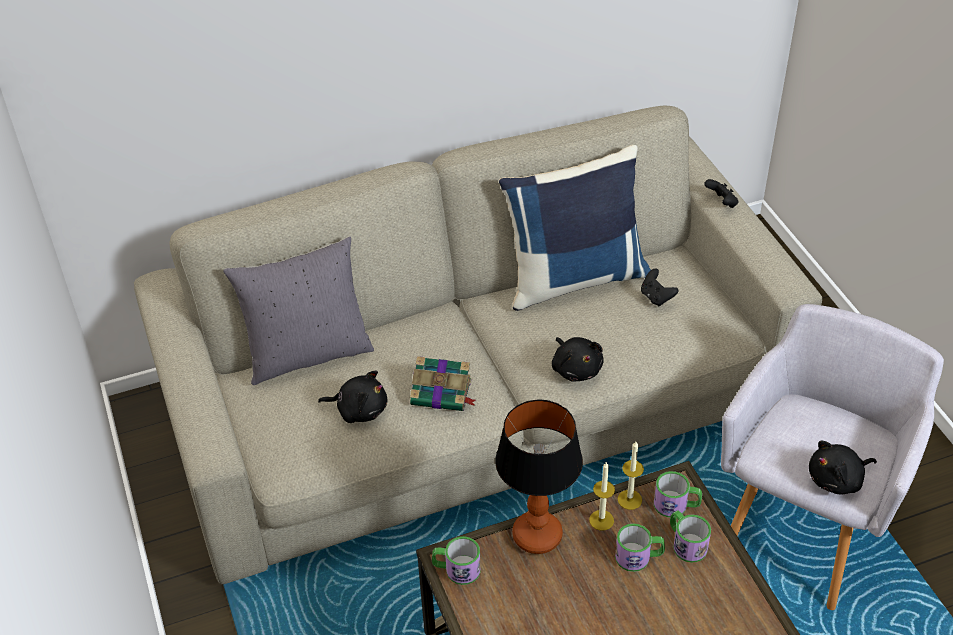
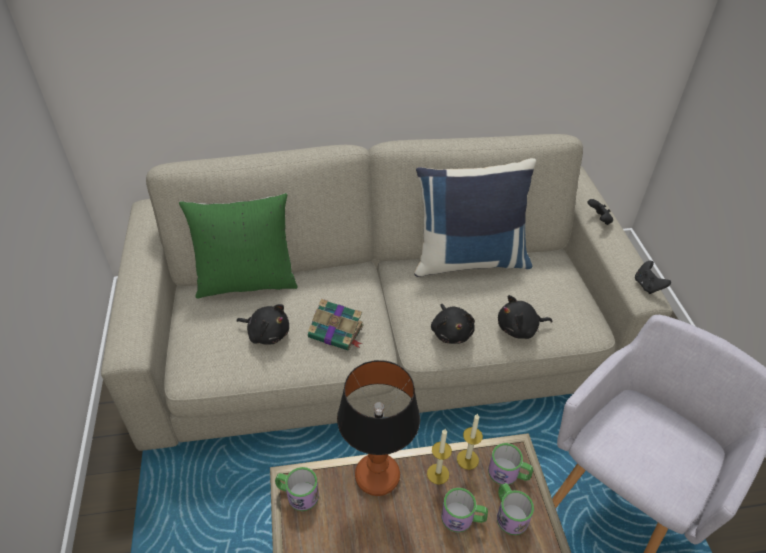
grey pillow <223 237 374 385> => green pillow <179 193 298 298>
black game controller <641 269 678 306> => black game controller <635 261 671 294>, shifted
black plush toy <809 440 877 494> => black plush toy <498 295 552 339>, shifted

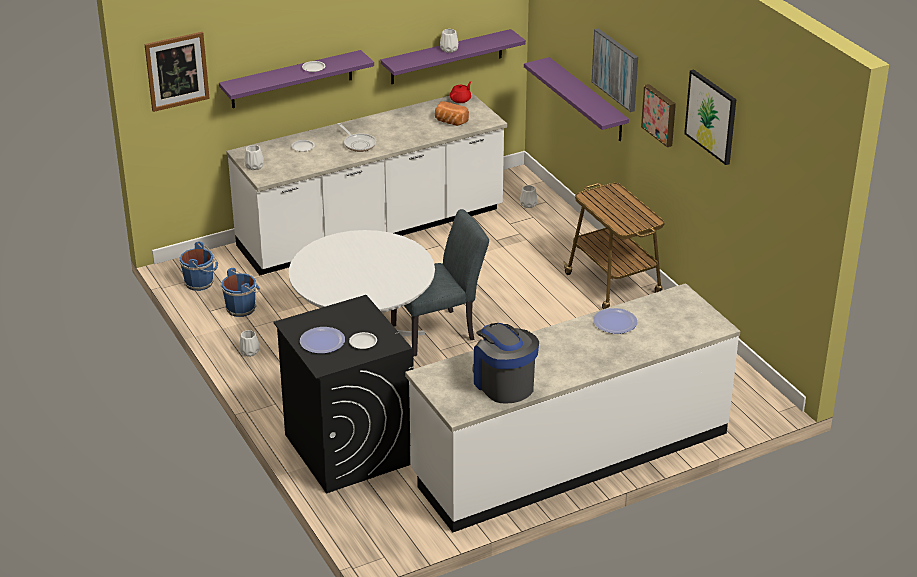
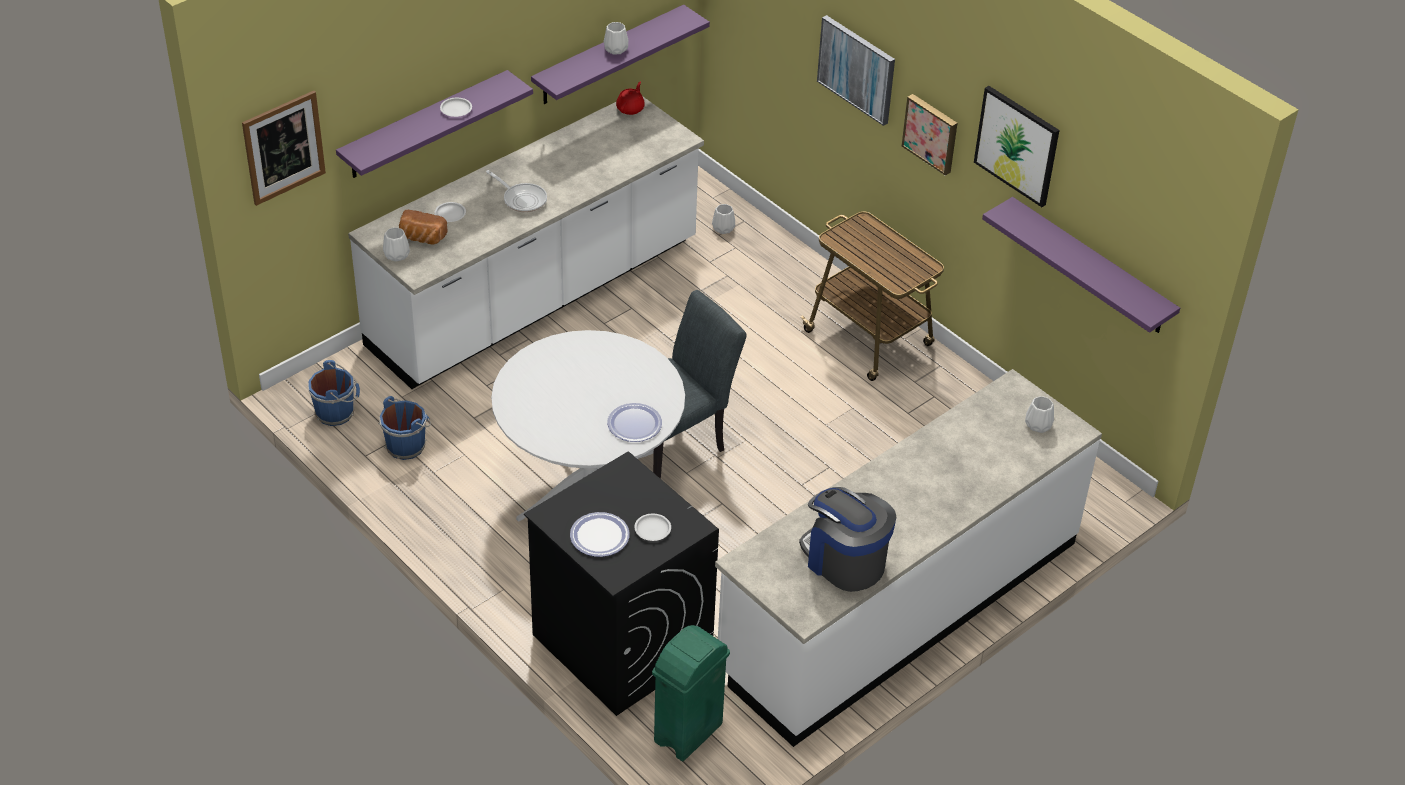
white vase <239 330 259 357> => white vase <1025 396 1054 433>, shifted
bread <435 101 469 126> => bread <399 210 447 245>, shifted
purple shelf <524 57 629 141> => purple shelf <982 197 1180 333>, shifted
plate <593 308 638 334> => plate <607 403 662 442>, shifted
nothing => green trash can <652 625 730 761>

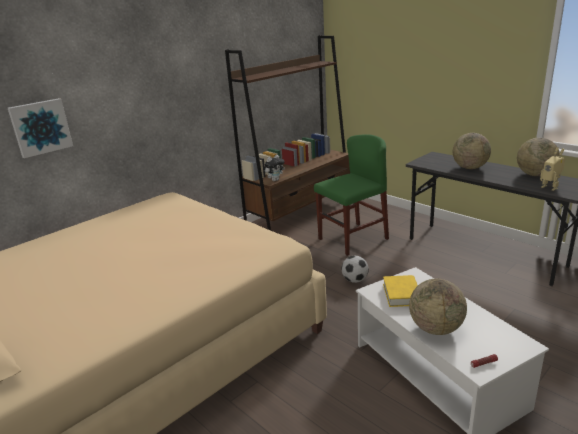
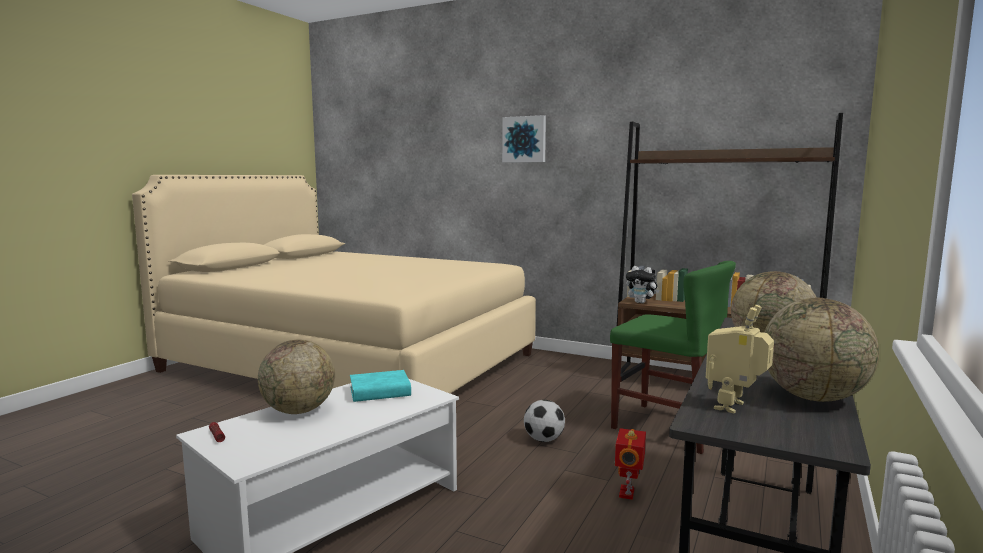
picture <8 98 73 158> => picture <502 115 546 163>, shifted
yellow book <383 275 418 307> => turquoise book <350 370 411 402>
nothing => toy robot <615 428 646 500>

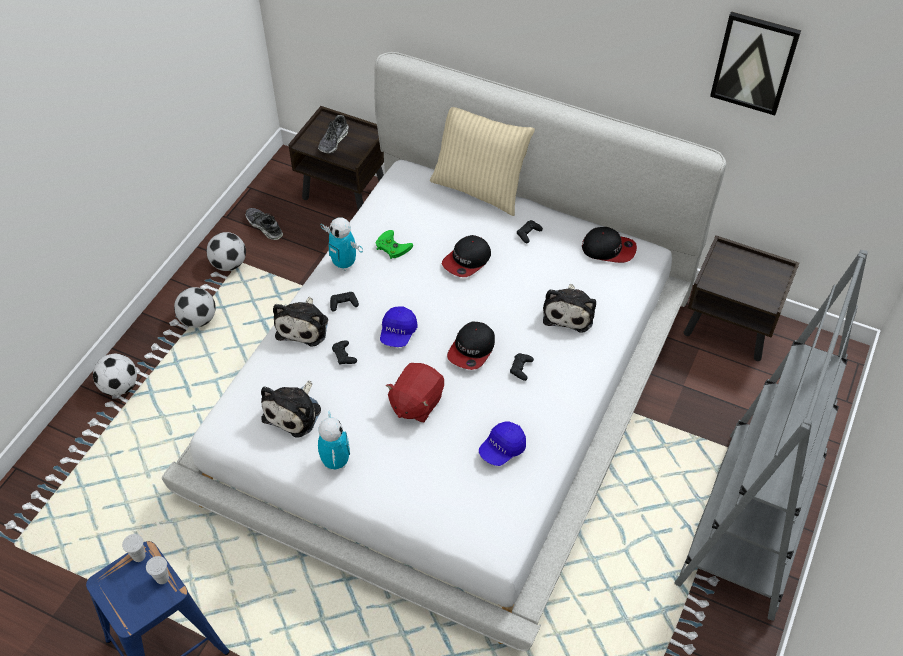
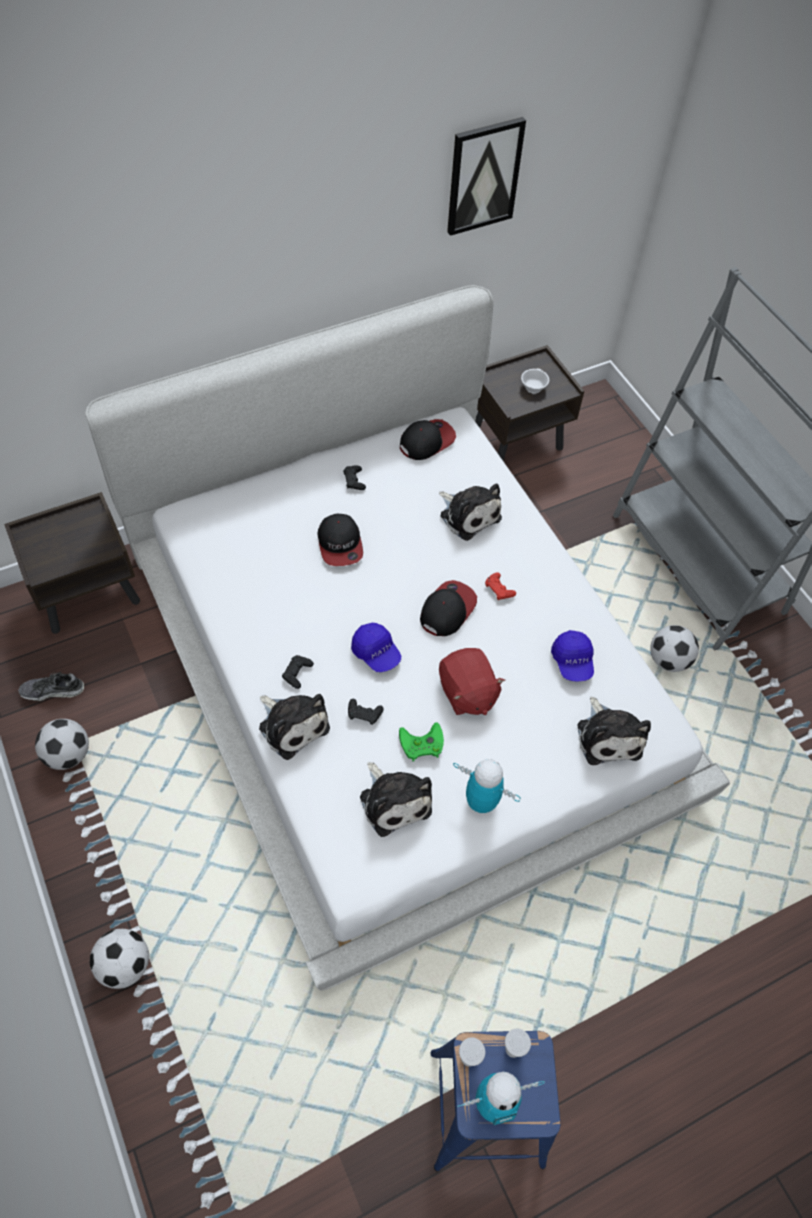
football <174 287 216 328> => football <650 625 699 672>, shifted
shoe <318 115 348 154> => nothing
toy robot <320 218 363 271> => toy robot <457 1072 545 1125>, shifted
green game controller <376 230 413 259> => green game controller <399 722 444 761>, shifted
beige pillow <430 107 535 216> => nothing
cap <447 322 495 370> => cap <420 580 477 636>, 120 degrees counterclockwise
black game controller <510 353 534 381> => red game controller <485 572 516 600>
nothing => white cup <521 368 549 393>
nothing => plush toy <577 697 651 765>

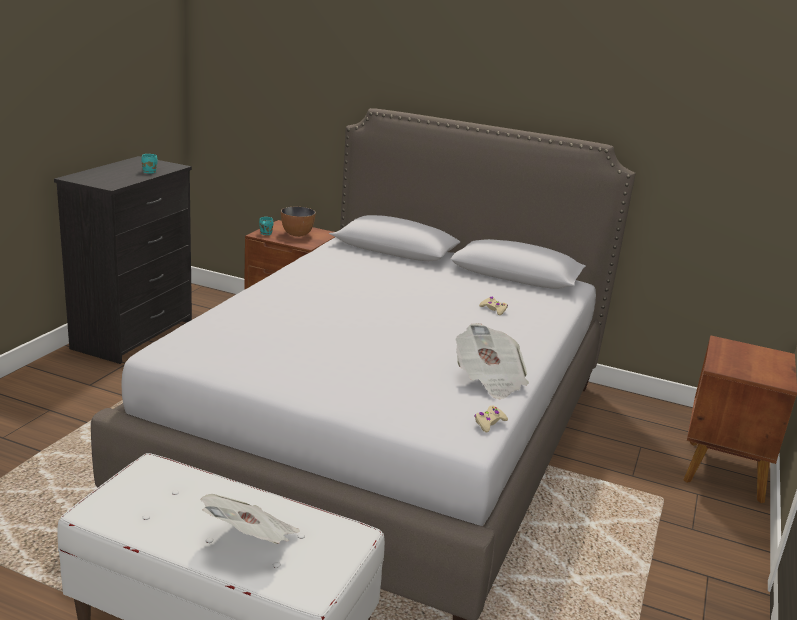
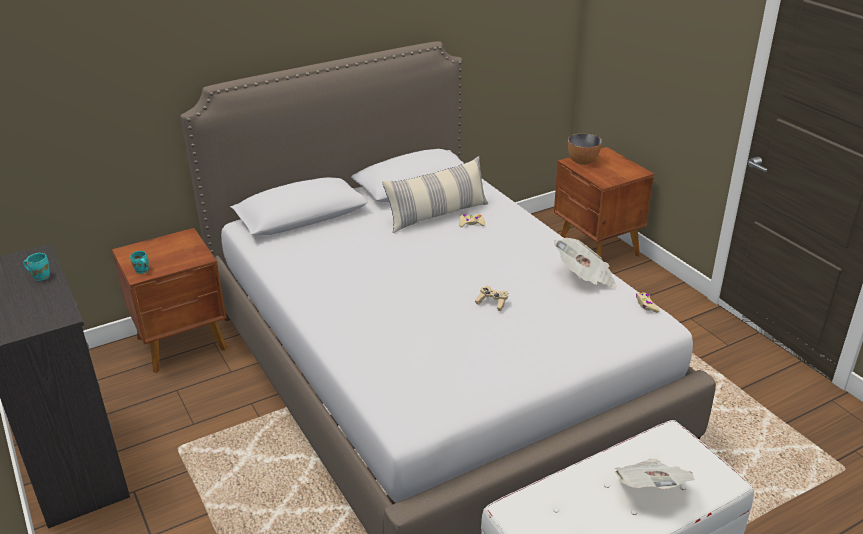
bowl <281 207 316 237> => bowl <568 133 602 165>, shifted
nothing => pillow <382 156 488 233>
nothing => beige game controller <475 286 508 311>

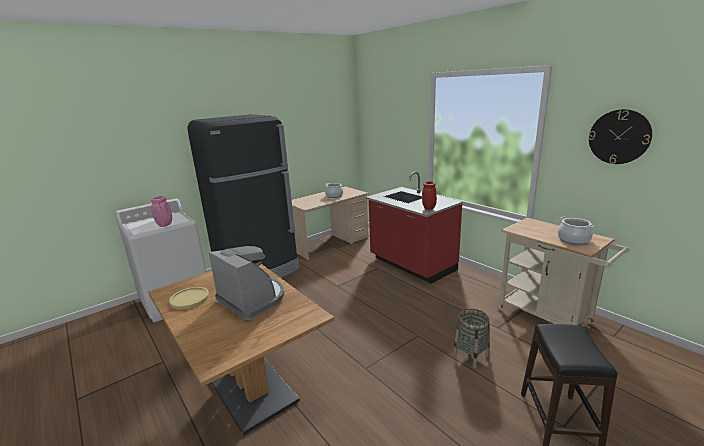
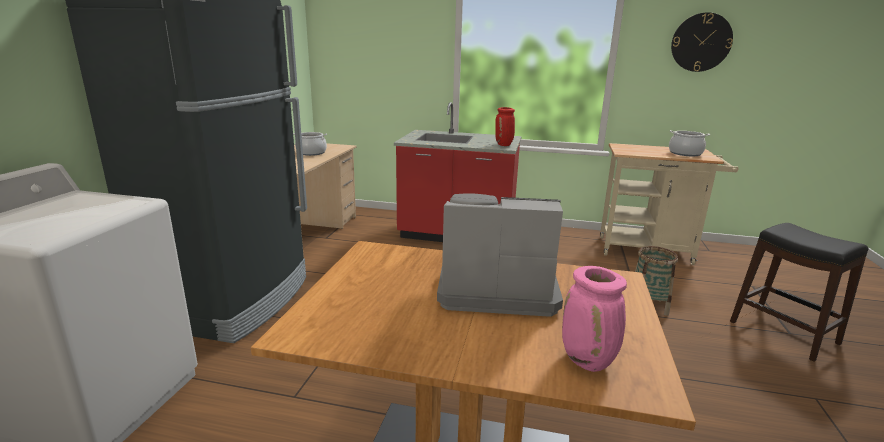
pink vase <151 196 172 227> => pink vase <562 266 627 372>, shifted
yellow plate <169 287 209 309> => nothing

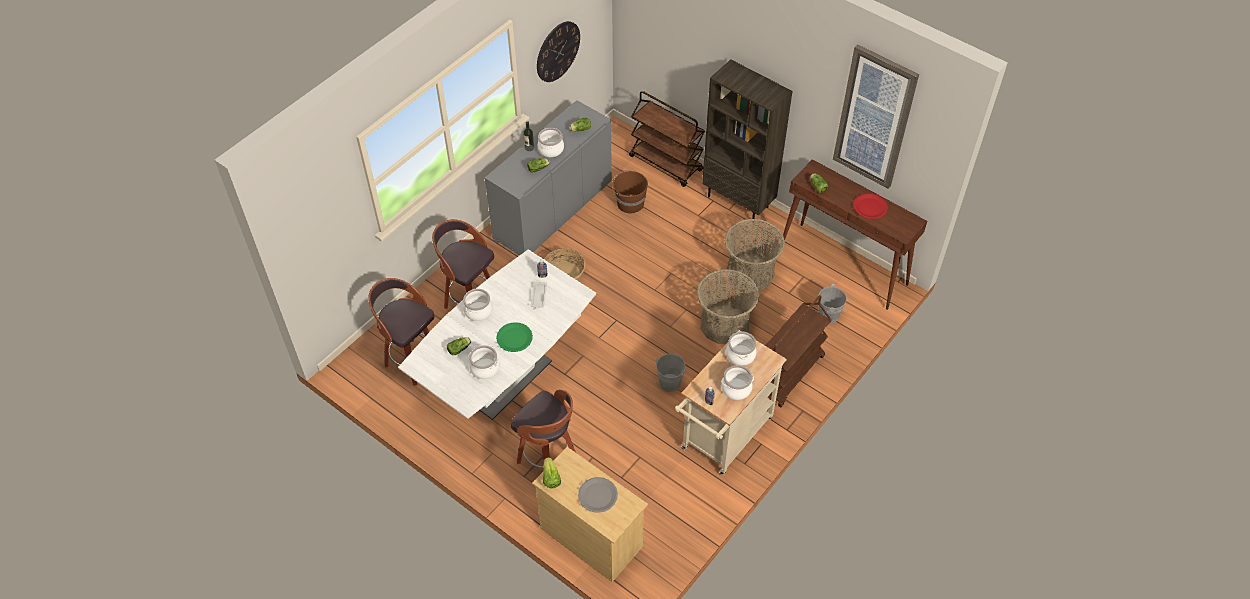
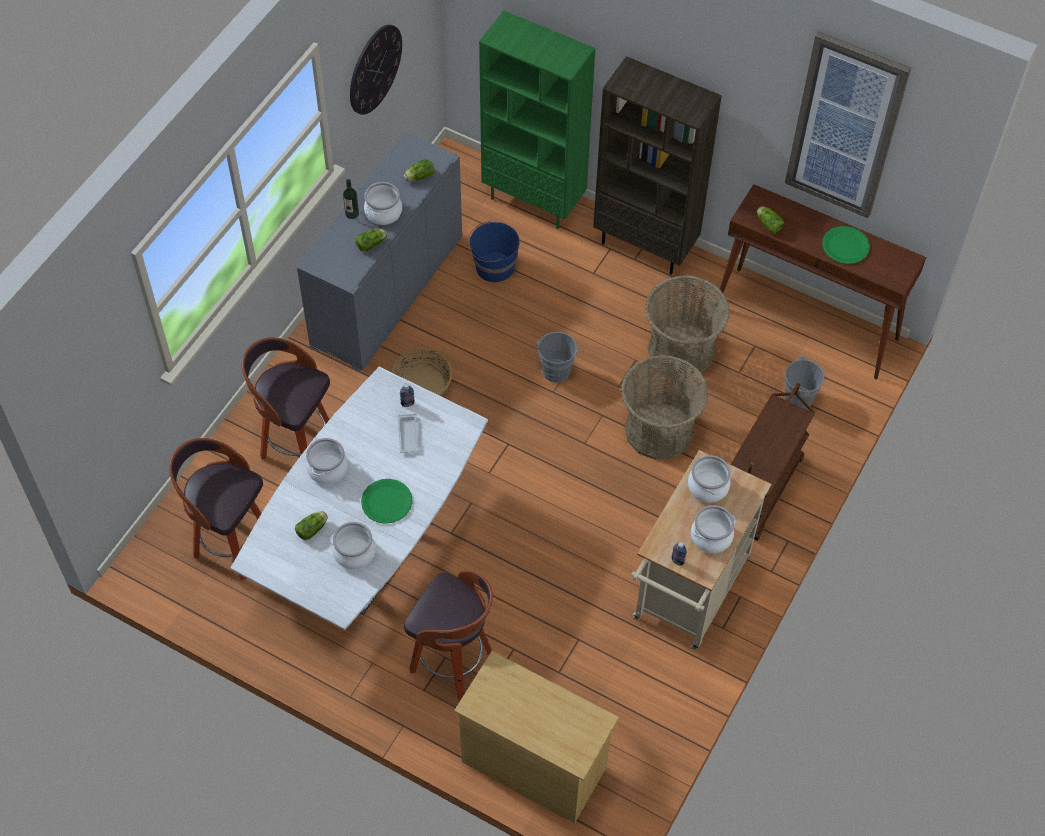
lettuce <543 457 561 489> => nothing
grey plate <578 477 618 513> => nothing
brown bucket <612 170 648 213> => blue bucket <468 221 520 282>
brown cart <629 91 705 187> => green bookcase <479 10 595 229>
grey bucket <653 354 686 392> => grey bucket <535 332 578 383>, shifted
red plate <854 193 888 219> => green plate <822 226 870 264>

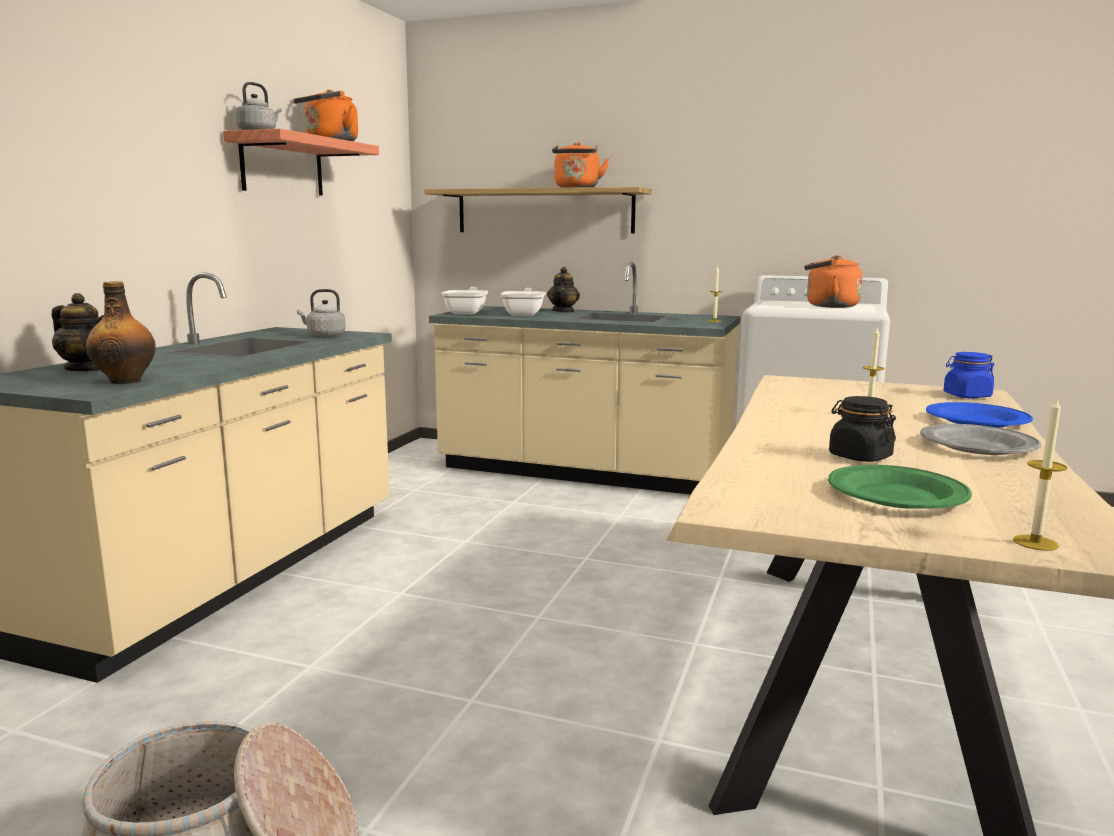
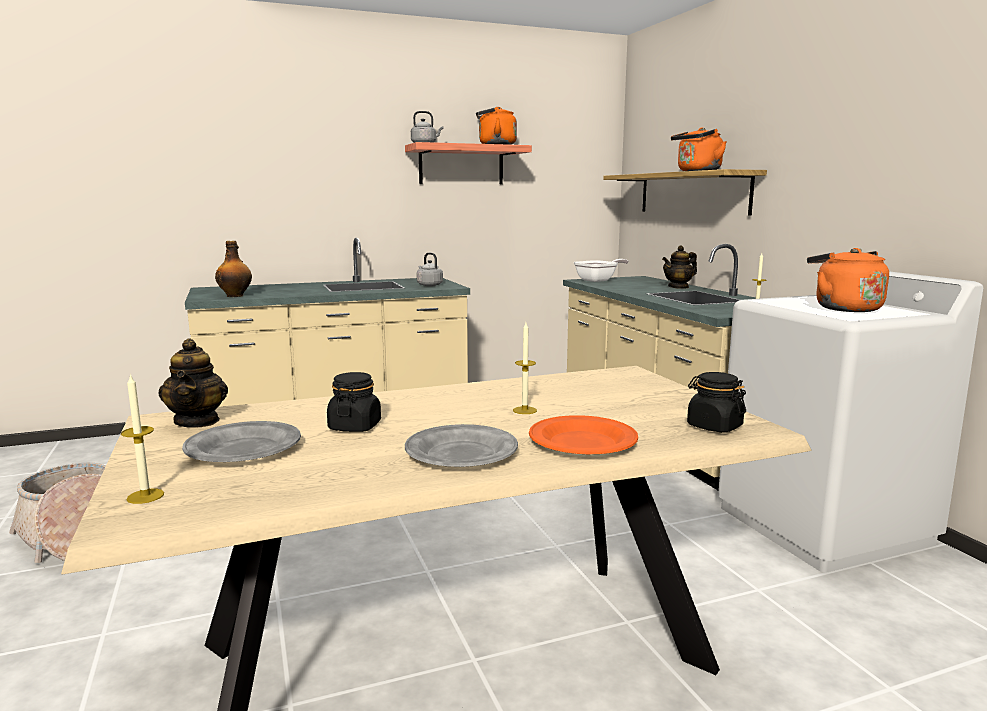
teapot <52 293 104 371> => teapot <159 338 228 428>, shifted
frying pan <501 288 546 316> => nothing
green plate <828 465 972 509> => grey plate <182 421 301 462>
blue plate <926 402 1033 428> => orange plate <529 415 638 454>
blue jar <943 352 994 398> => black jar <687 372 746 432>

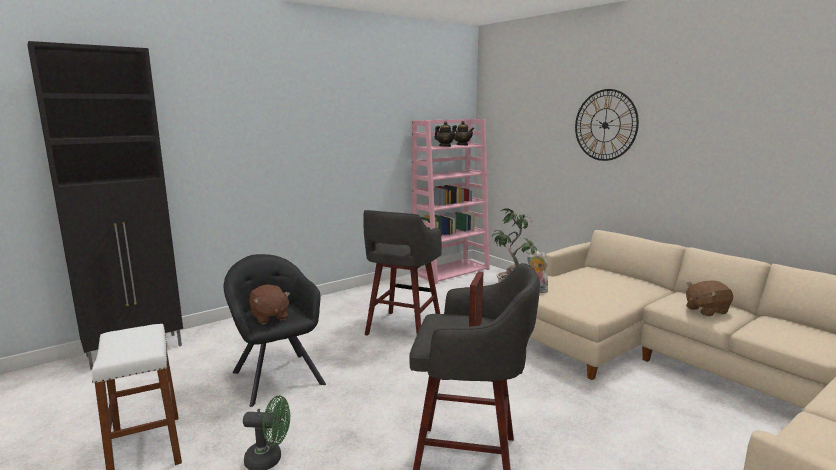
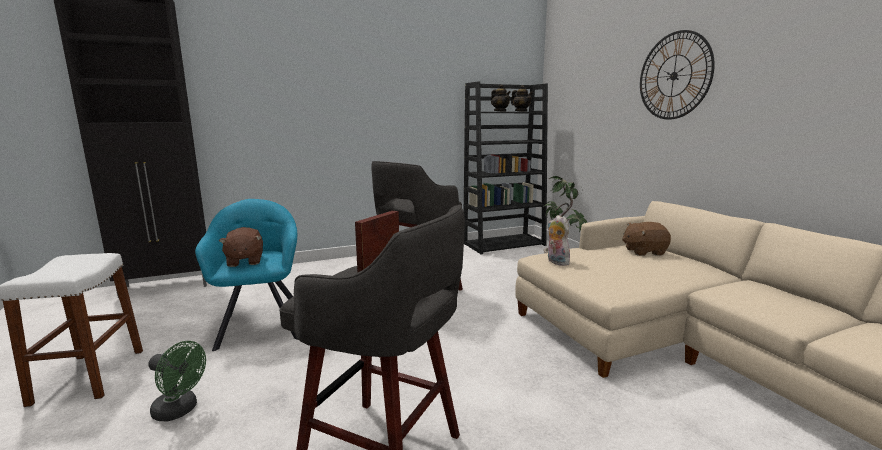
black armchair <224 254 326 407> => turquoise armchair <195 199 298 351>
pink bookcase <412 119 490 284> => black bookcase <464 81 548 255>
brown plush toy <686 280 733 316> => brown plush toy <622 222 671 256>, shifted

